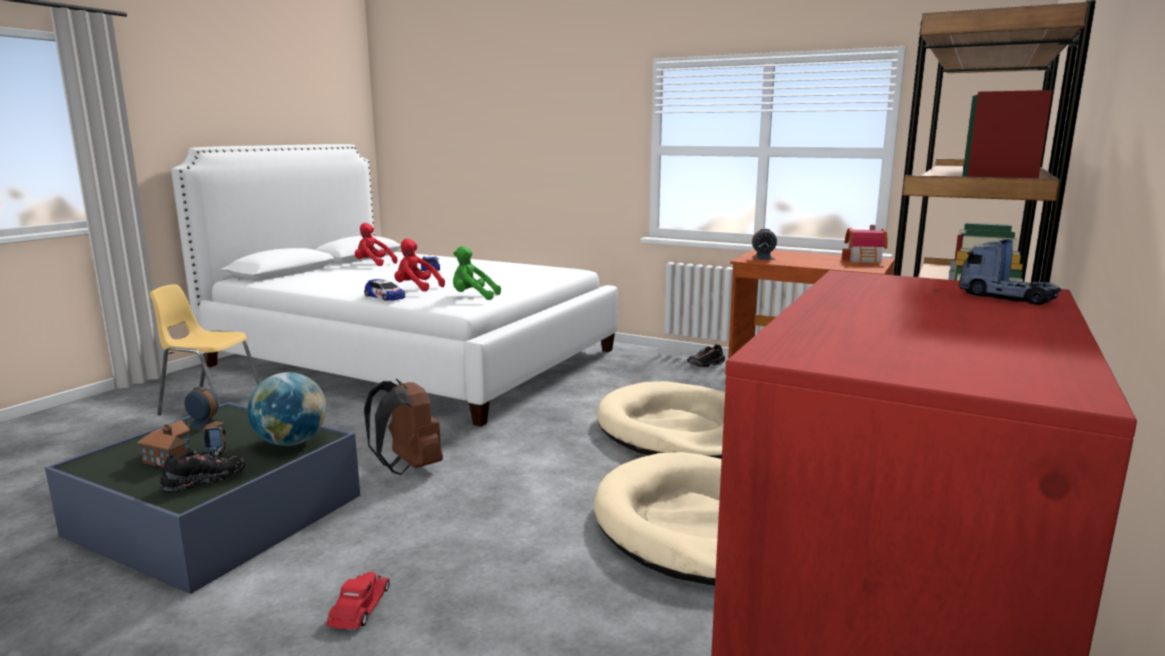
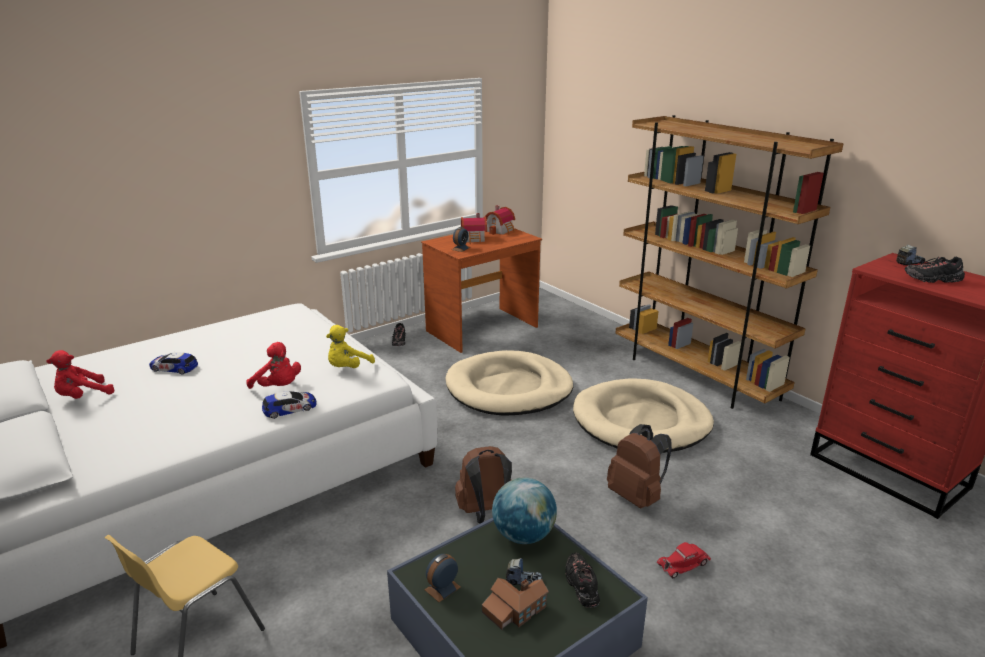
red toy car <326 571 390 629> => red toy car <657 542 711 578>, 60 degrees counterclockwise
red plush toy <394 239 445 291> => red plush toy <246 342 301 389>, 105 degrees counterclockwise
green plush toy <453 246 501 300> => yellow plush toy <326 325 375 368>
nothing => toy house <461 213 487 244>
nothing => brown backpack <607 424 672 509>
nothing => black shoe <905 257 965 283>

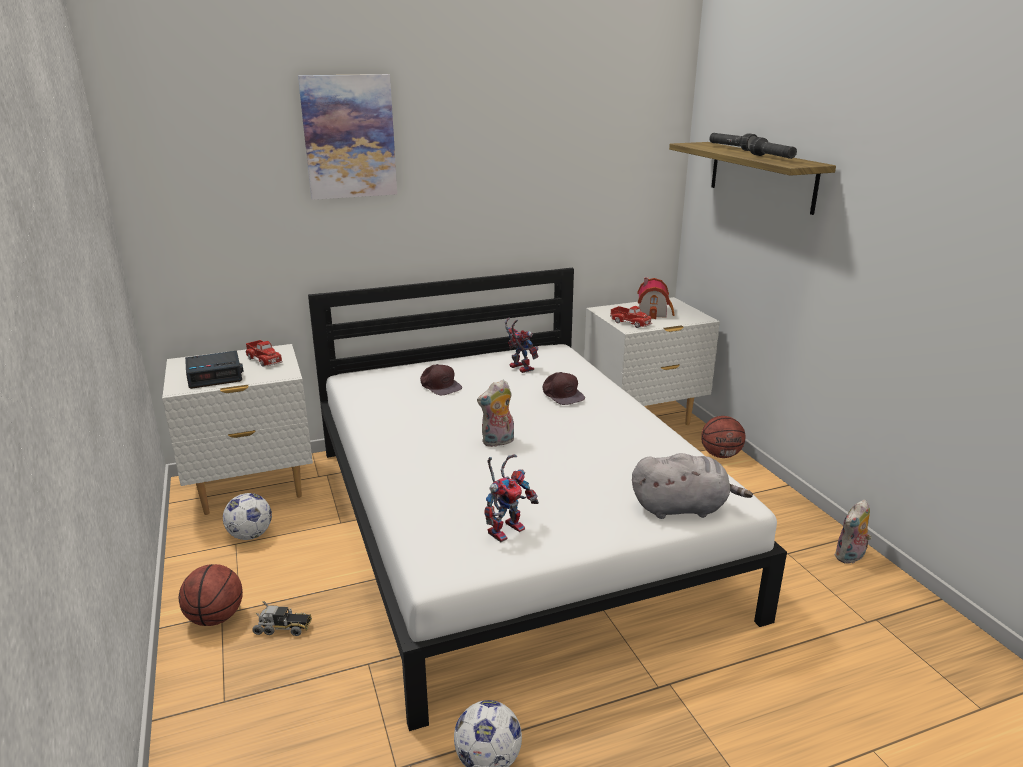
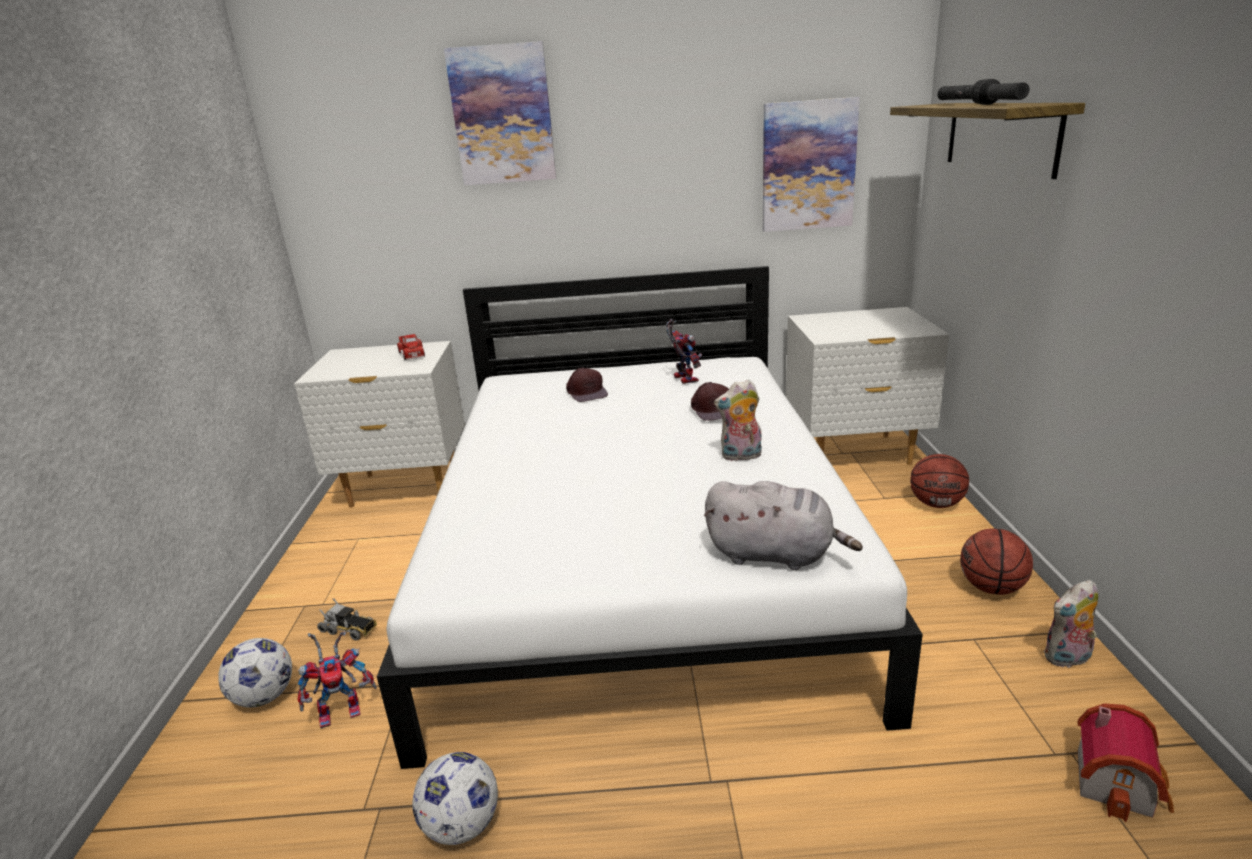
basketball <179 564 243 626> => basketball <960 528 1033 595>, shifted
alarm clock <185 351 244 389> => nothing
football <223 493 272 540> => football <218 638 292 707>, shifted
plush toy <477 380 514 447> => plush toy <714 379 762 461>, shifted
toy robot <484 454 539 542> => toy robot <298 631 377 729>, shifted
toy truck <610 306 652 328> => nothing
toy house <637 277 675 319> => toy house <1078 703 1174 822>, shifted
nothing => picture <763 97 860 232>

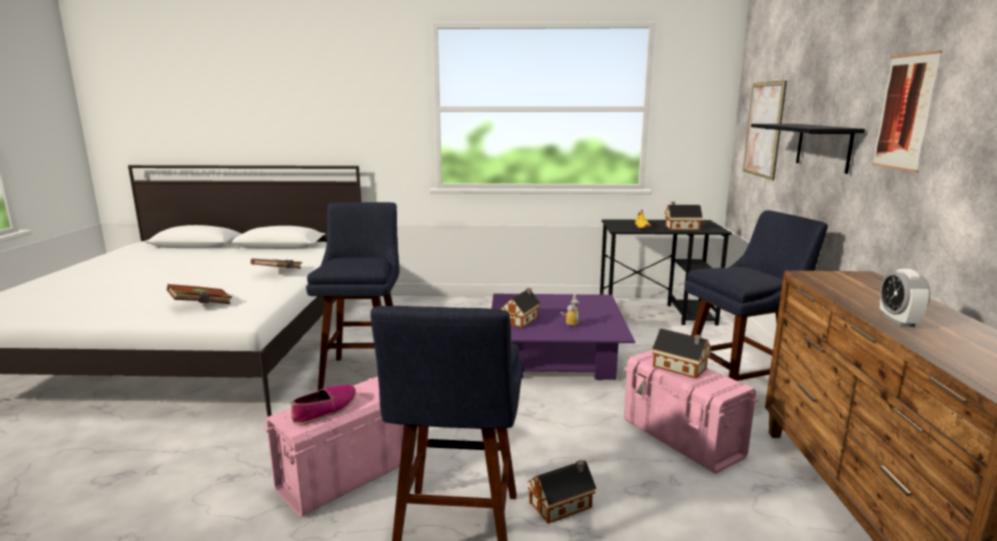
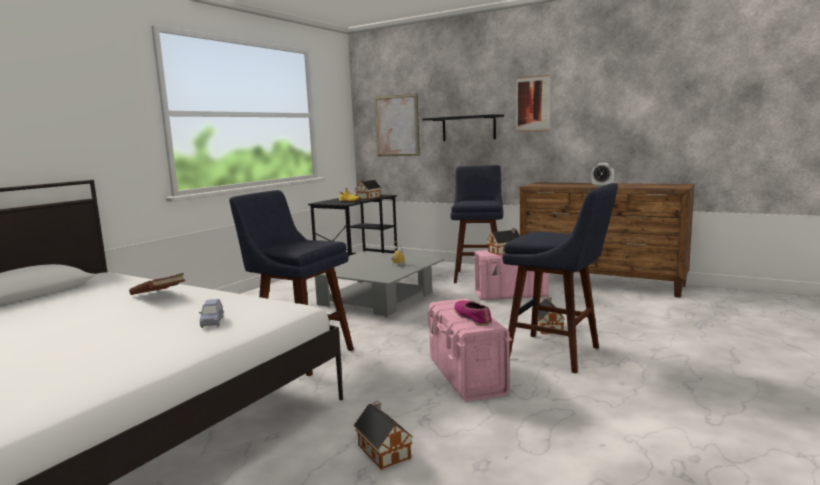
brown book <167 284 232 304> => blue toy car <199 299 224 328>
purple coffee table <492 294 635 380> => grey coffee table <315 251 444 317>
toy house <500 288 541 328> => toy house <354 401 413 470>, shifted

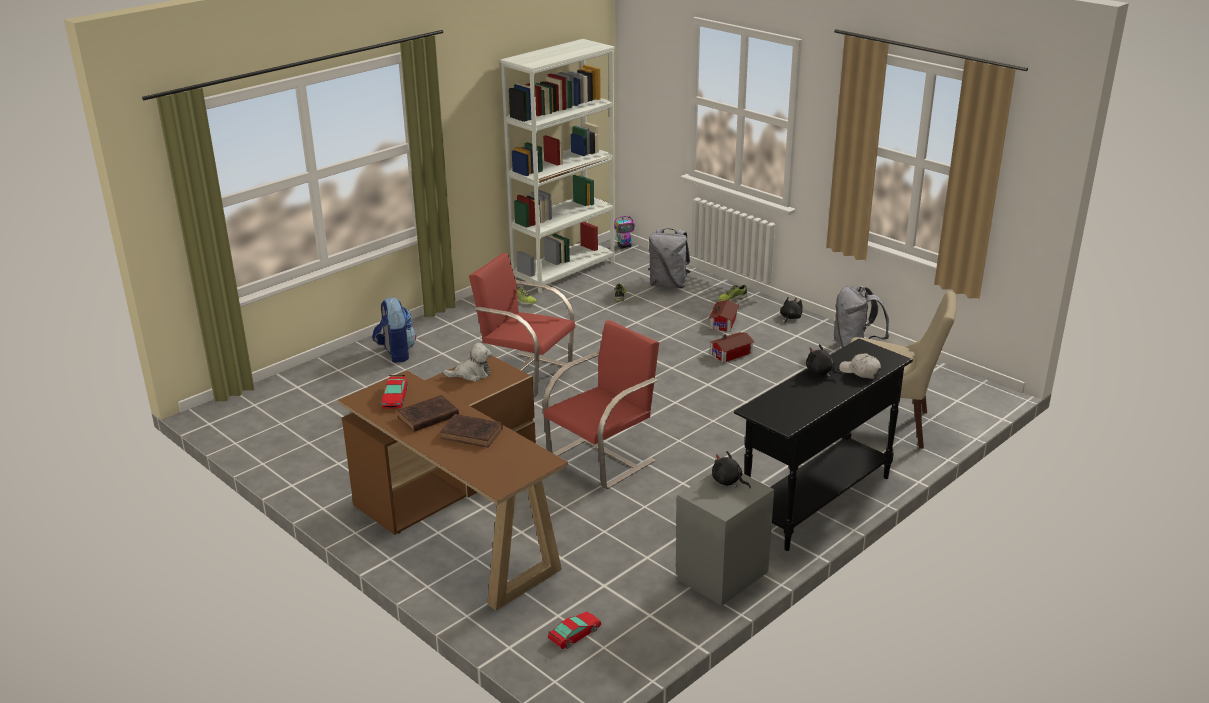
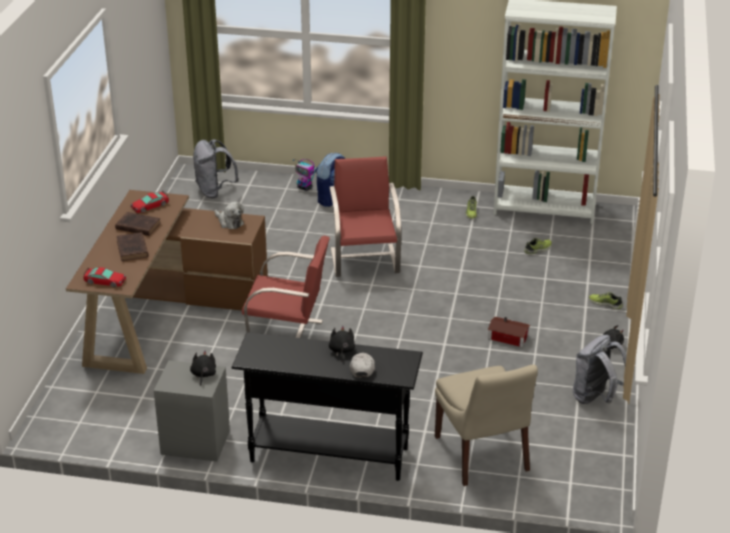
toy car <548 612 601 649> => toy car <83 267 126 287>, shifted
toy robot <615 216 635 248> => toy robot <293 159 315 191>, shifted
grey backpack <648 228 690 288> => grey backpack <193 139 239 198>, shifted
toy house <709 300 739 332> => nothing

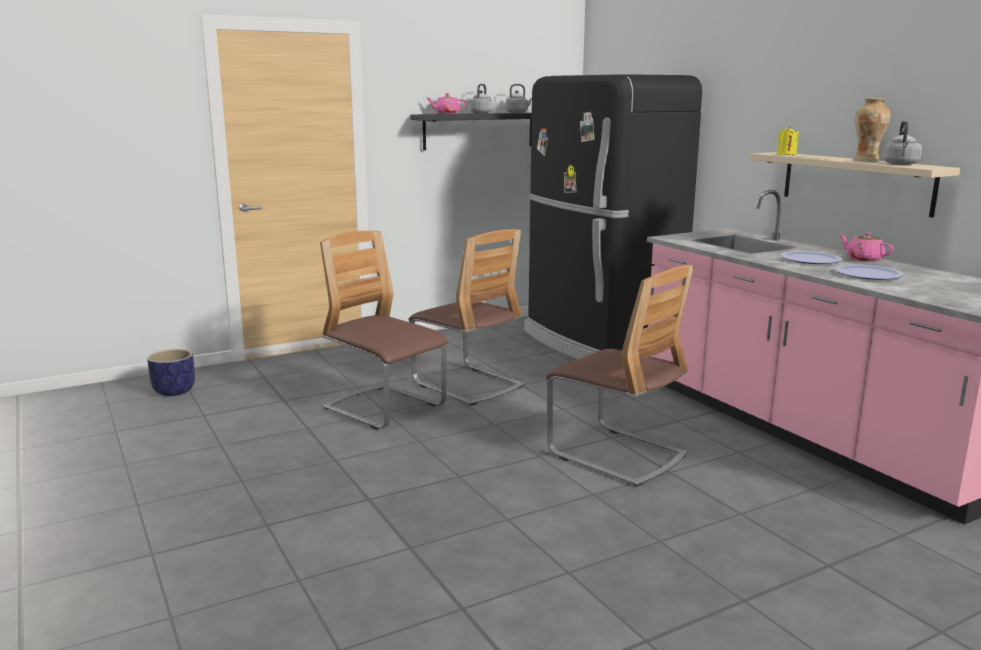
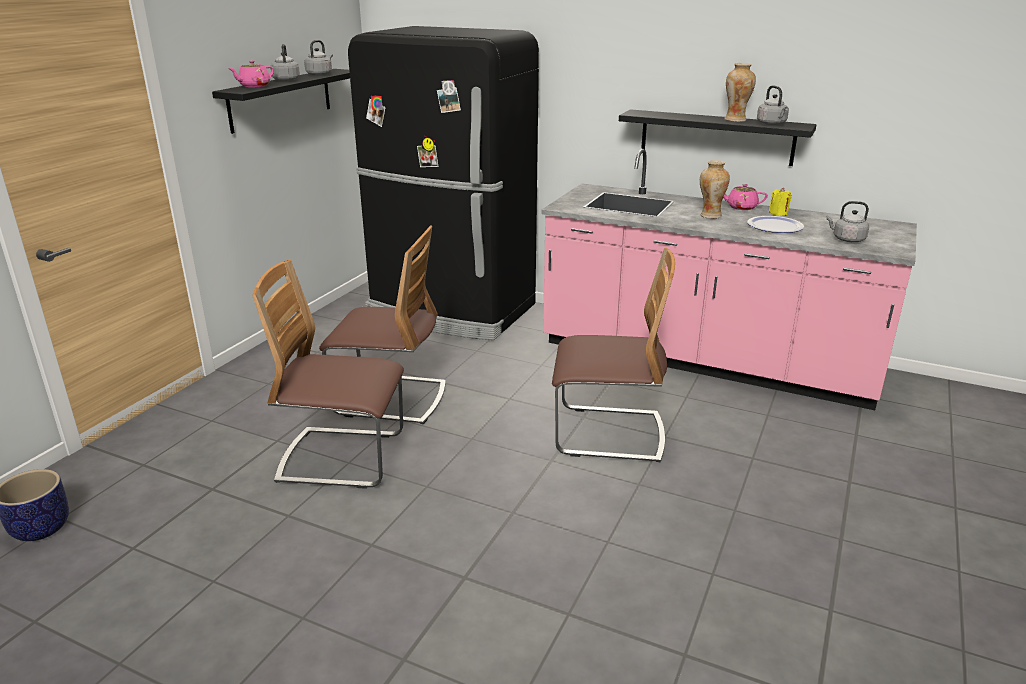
beige shelf <750 152 960 218> => black shelf <619 109 817 166>
yellow candle <777 126 799 155> => yellow candle <769 188 792 216>, shifted
plate <780 251 843 264> => vase <700 160 730 219>
nothing => grey kettle <826 201 869 242>

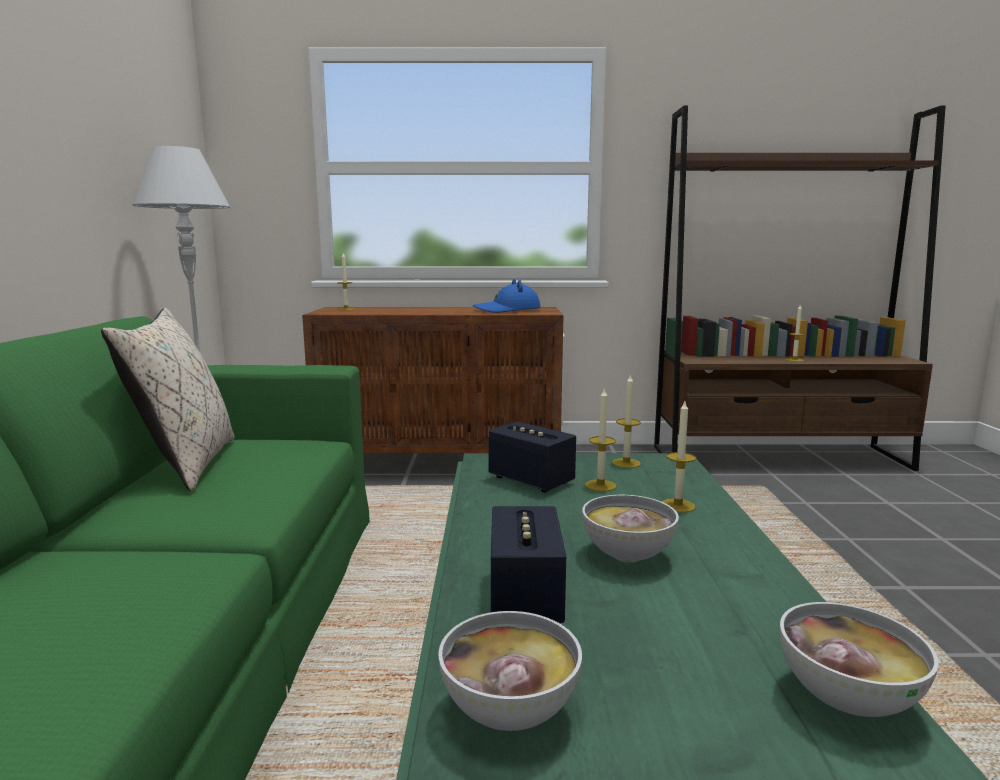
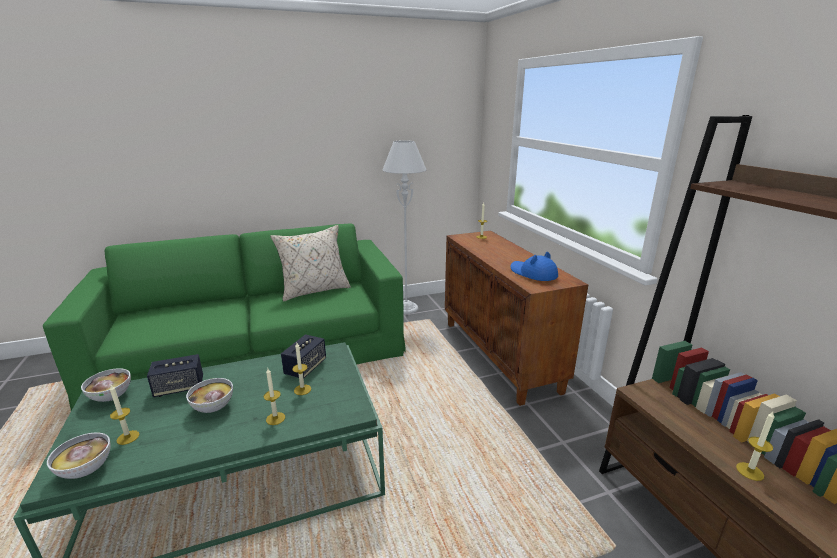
candle <612 374 641 468> => candle <110 385 140 445>, shifted

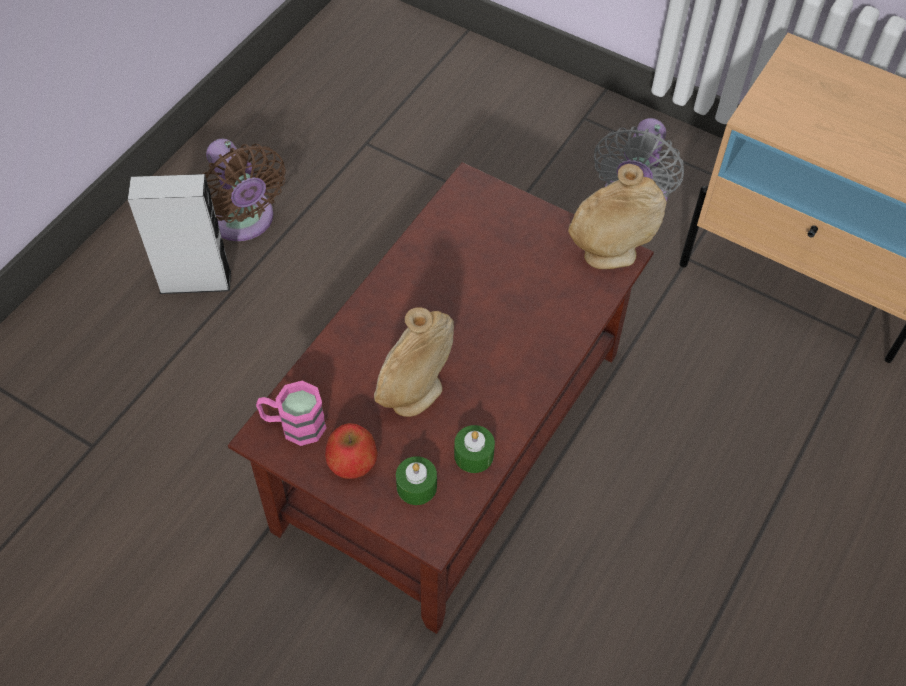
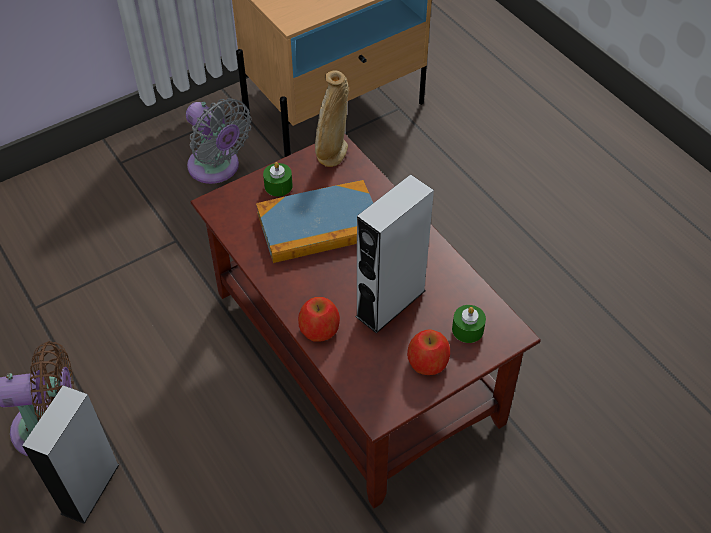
pink mug <256 380 327 446> => nothing
beige vase <374 307 454 417> => grey speaker <355 174 434 334>
green candle <454 425 495 473> => green candle <263 162 293 197>, shifted
nothing => book <256 180 373 263>
nothing => apple <298 297 340 342>

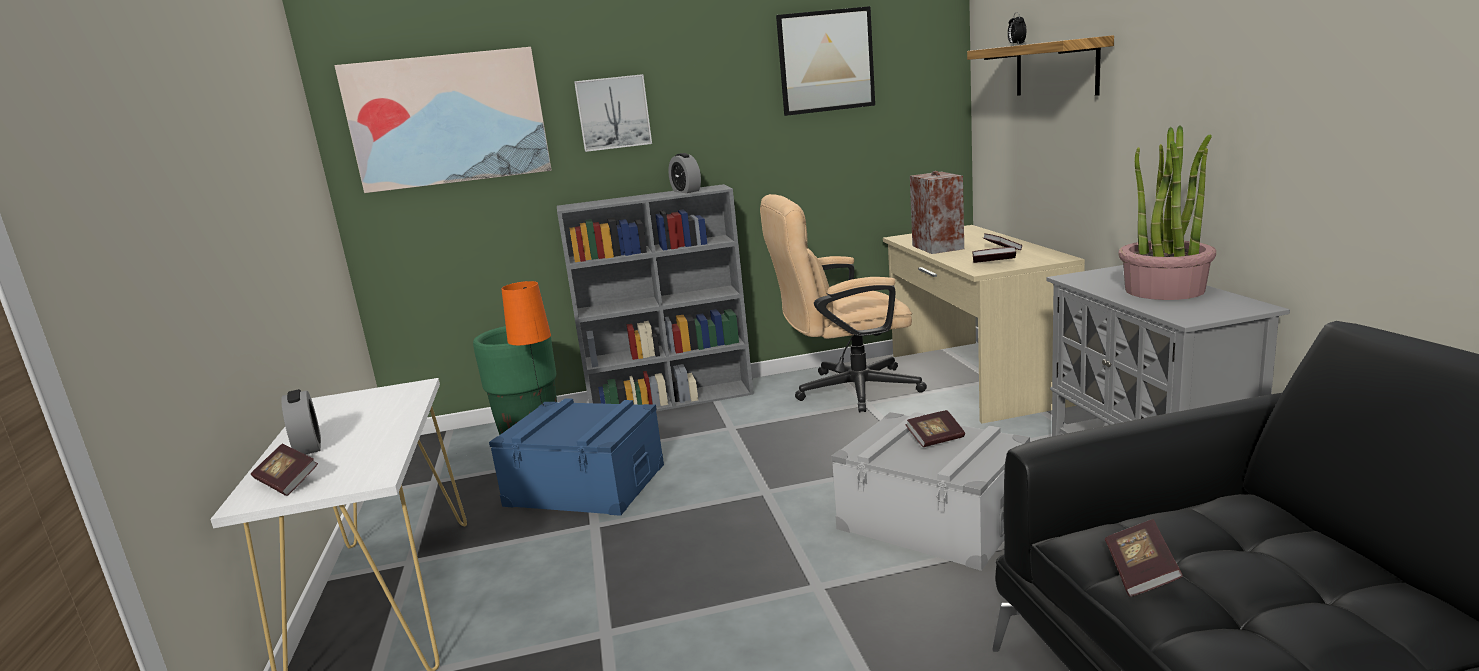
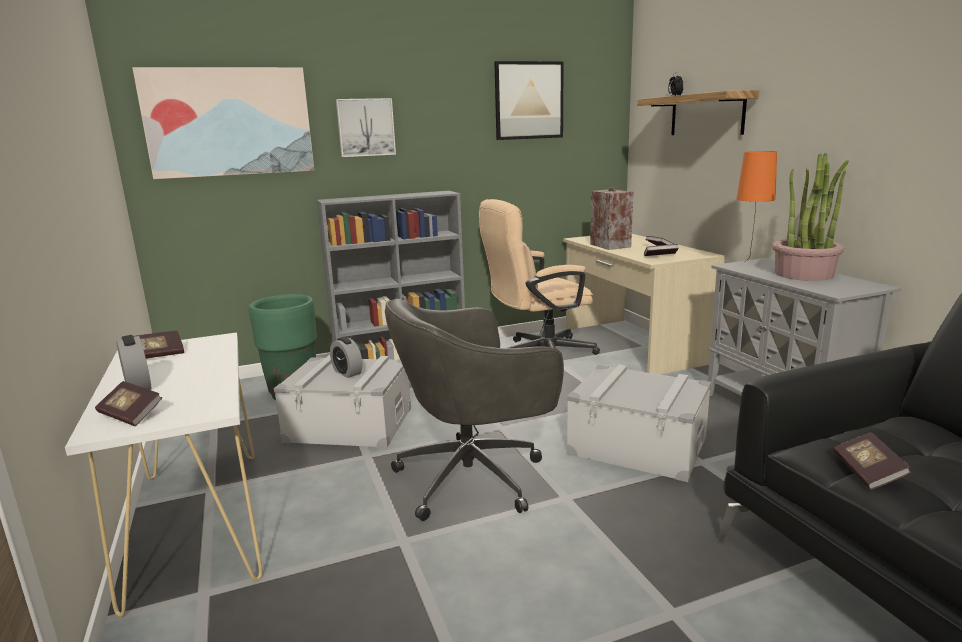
blue storage box <489 398 664 516> => grey storage box <274 355 411 448>
orange table lamp <502 281 551 406> => orange table lamp <736 151 777 262>, shifted
alarm clock <668 153 701 193> => alarm clock <330 337 362 378>, shifted
book <905 410 965 447> => book <133 331 184 359>, shifted
nothing => grey office chair <385 299 564 521>

